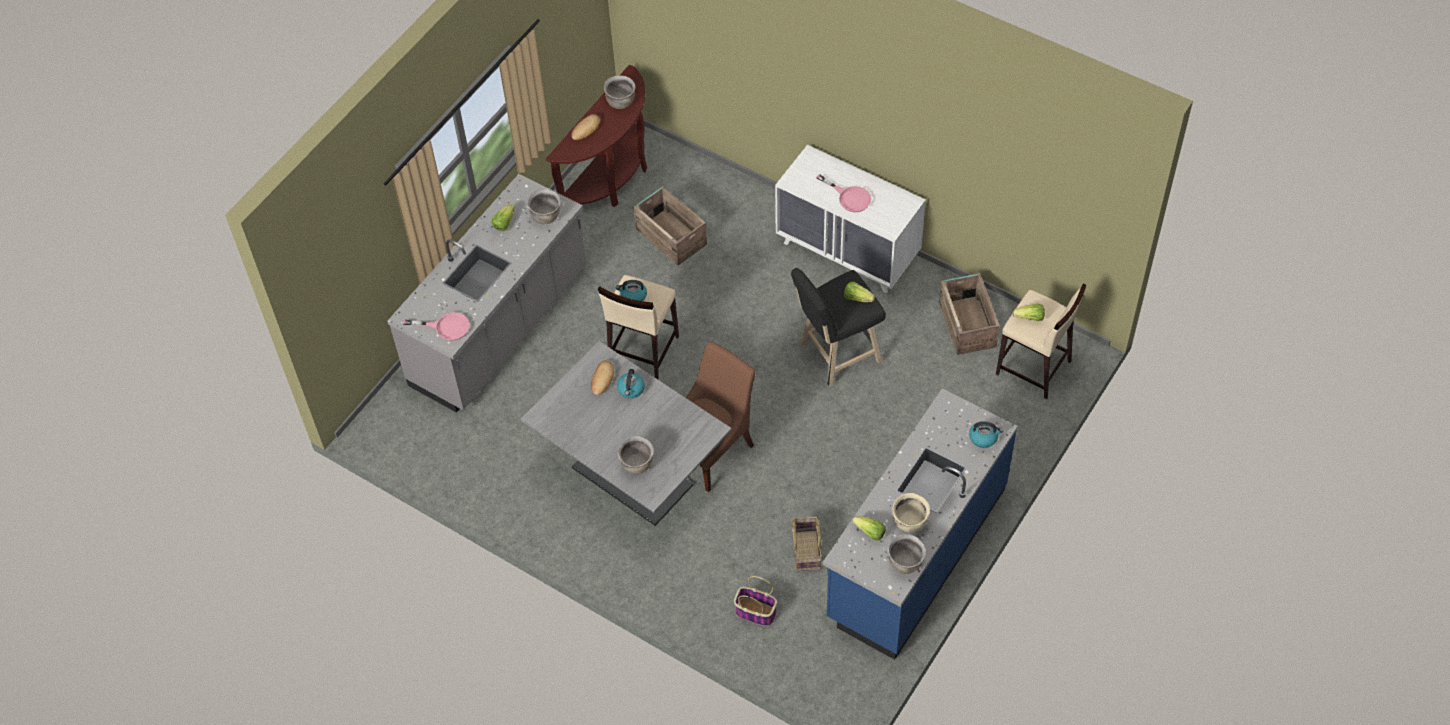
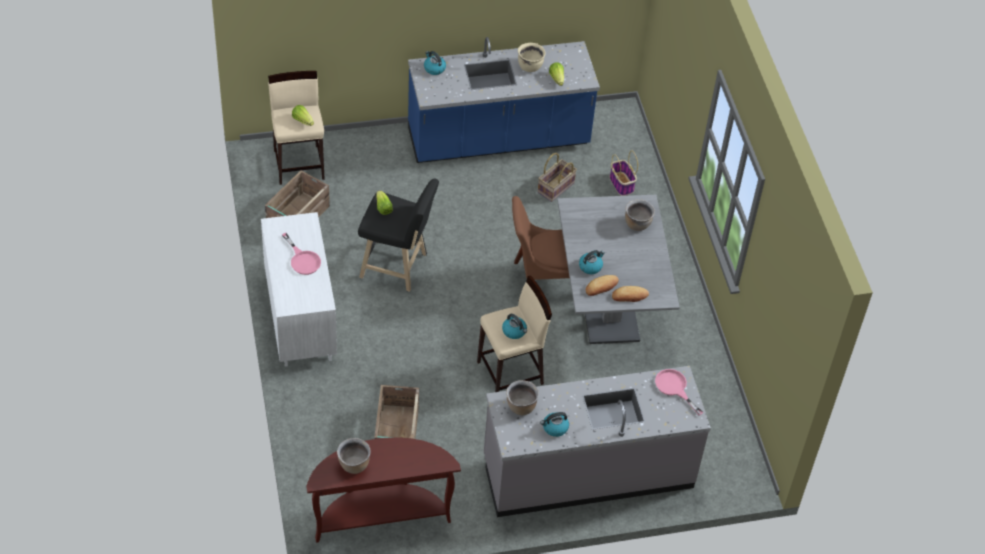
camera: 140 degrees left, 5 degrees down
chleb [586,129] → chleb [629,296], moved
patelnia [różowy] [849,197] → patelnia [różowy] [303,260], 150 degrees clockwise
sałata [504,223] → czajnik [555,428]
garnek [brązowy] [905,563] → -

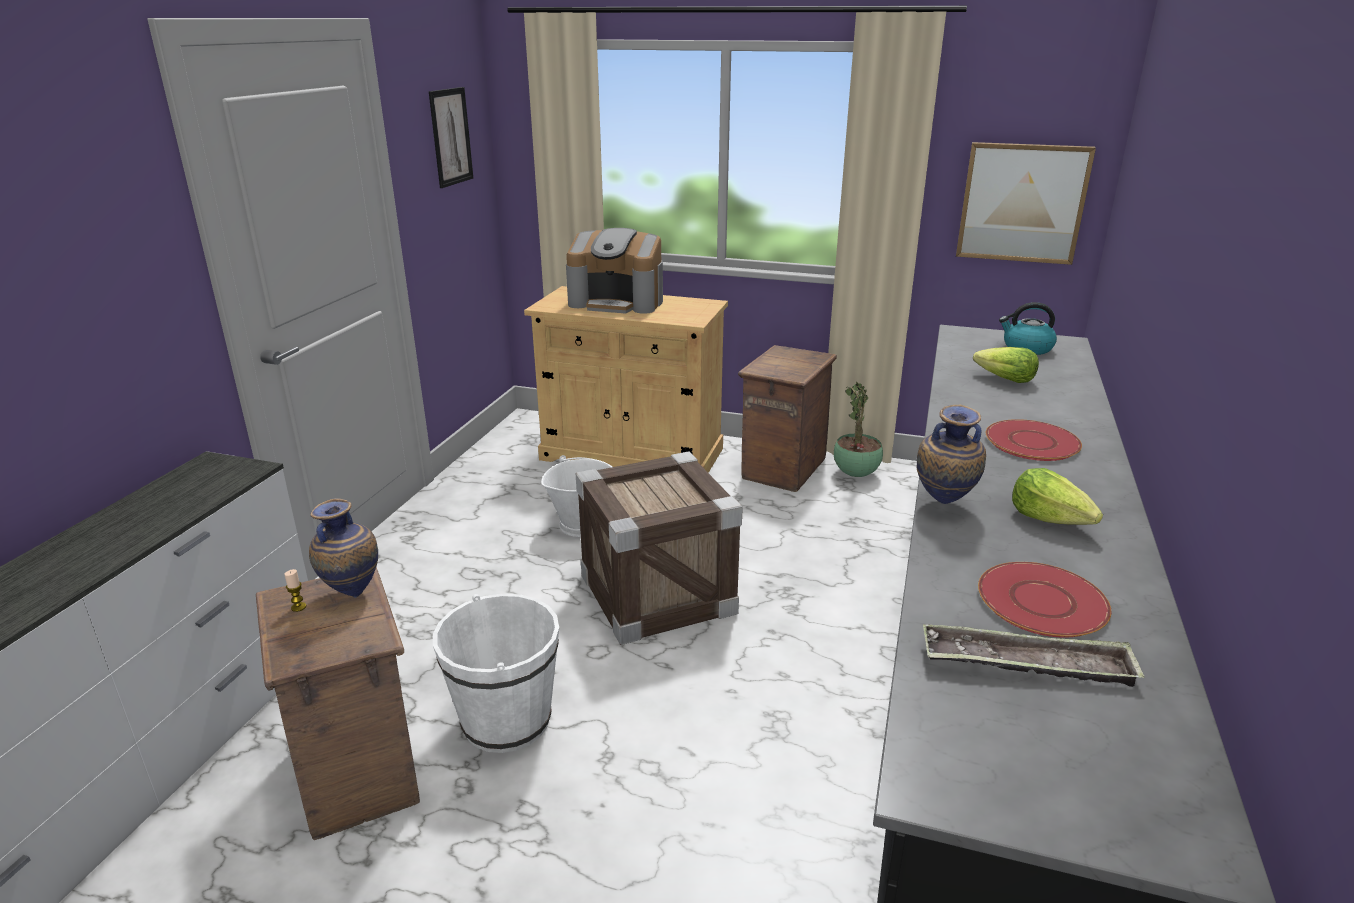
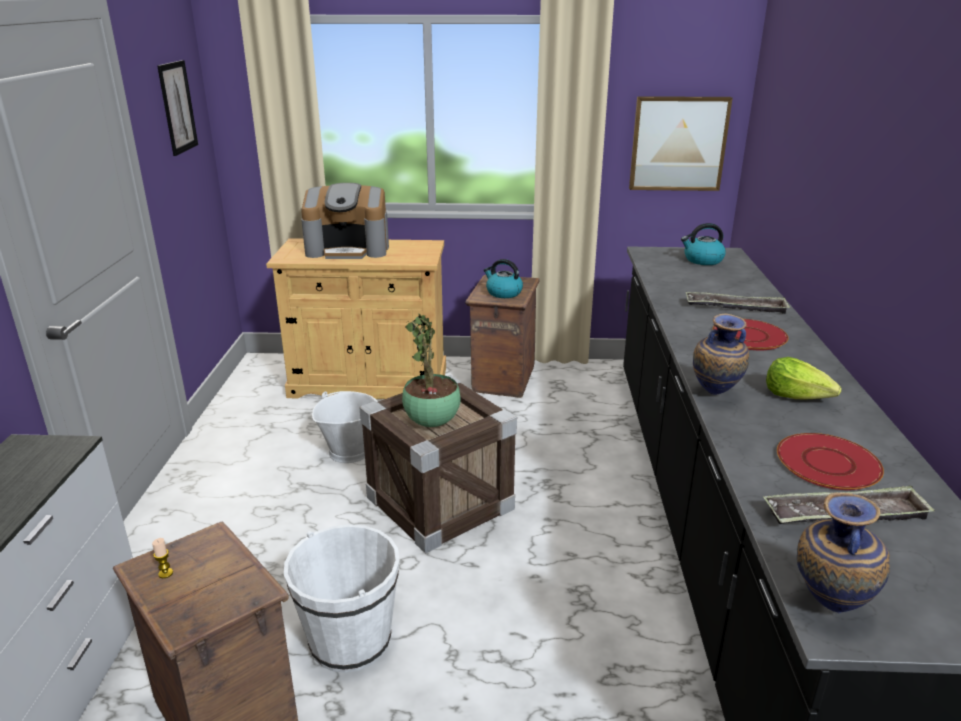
camera: 15 degrees left, 0 degrees up
sałata [1004,379] → -
roślina doniczkowa [855,474] → roślina doniczkowa [432,423], moved
wazon [352,593] → wazon [827,607], moved
- → czajnik [503,293]
- → taca [735,307]

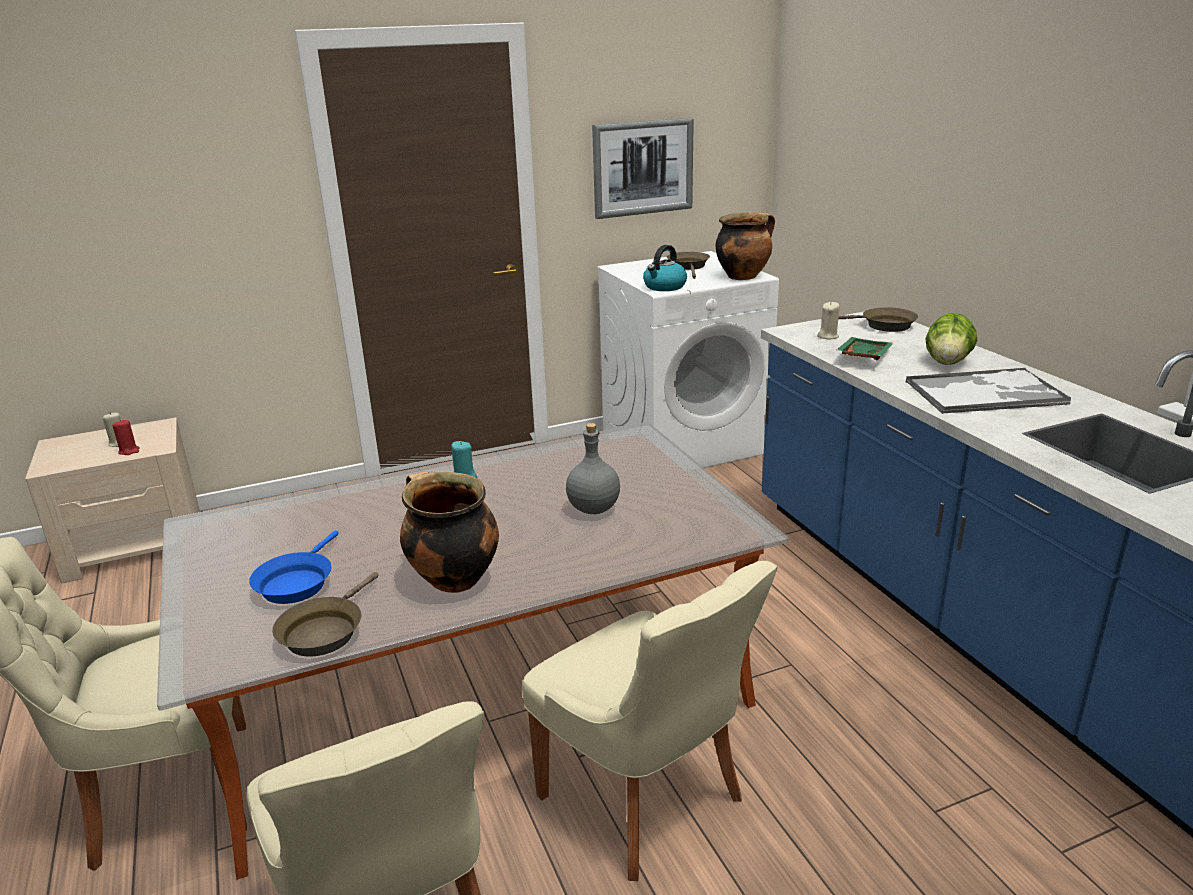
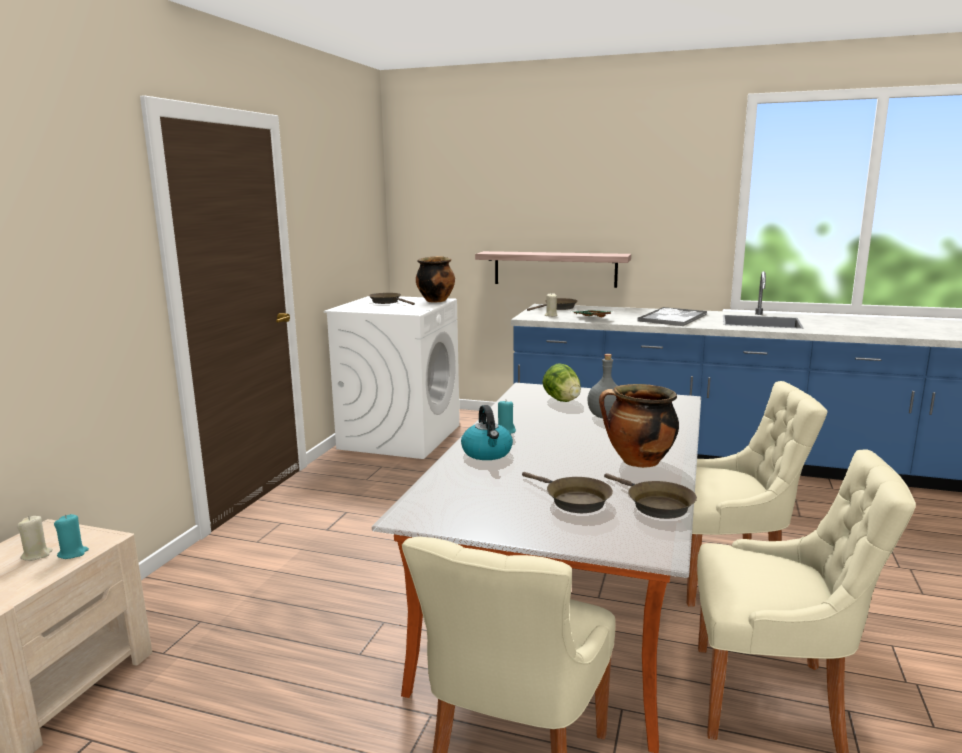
camera: 50 degrees left, 10 degrees down
obraz [643,168] → -
czajnik [664,287] → czajnik [487,453], moved
sałata [948,362] → sałata [562,400], moved
świeca [czerwony] [129,451] → świeca [turkusowy] [73,553]
patelnia [niebieski] [297,582] → patelnia [brązowy] [573,500]
- → półka [555,269]

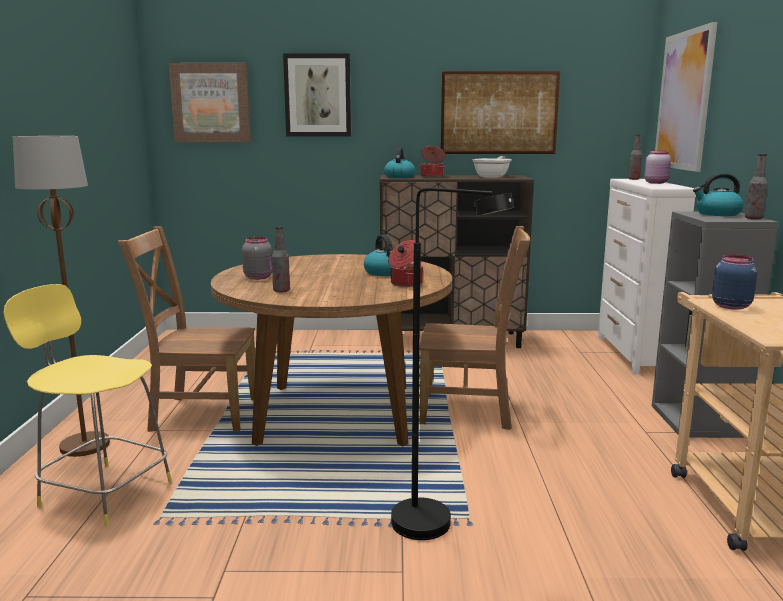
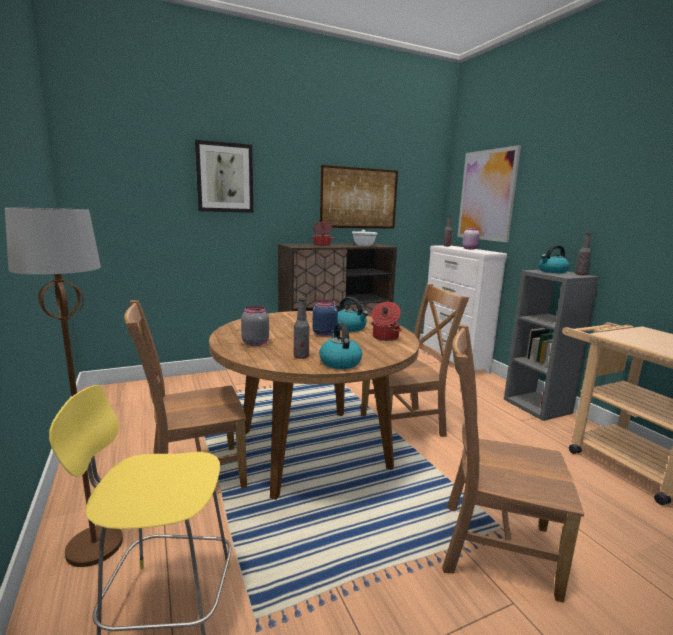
camera: 25 degrees left, 0 degrees up
obraz [211,103] → -
czajnik [399,177] → czajnik [339,362], moved
lampa stojąca [czarny] [436,528] → krzesło [brązowy] [491,546]
słoik [niebieski] [730,306] → słoik [niebieski] [324,334], moved

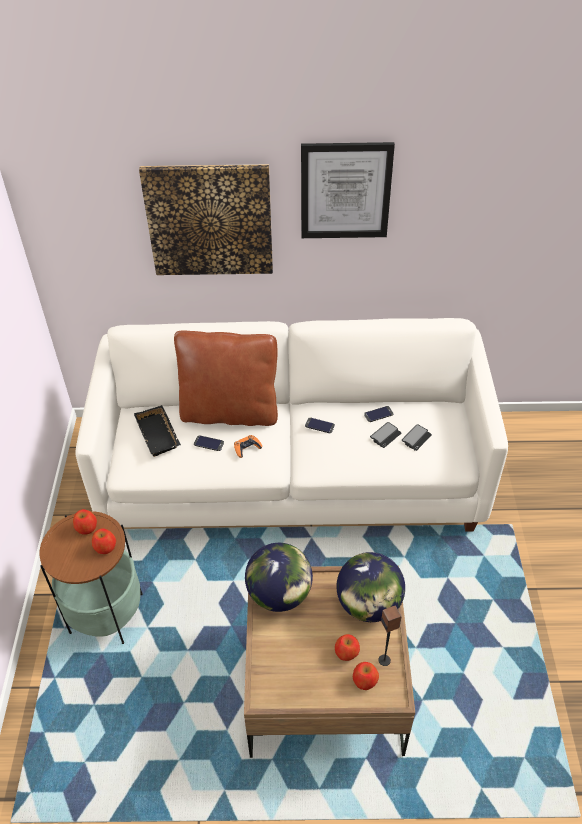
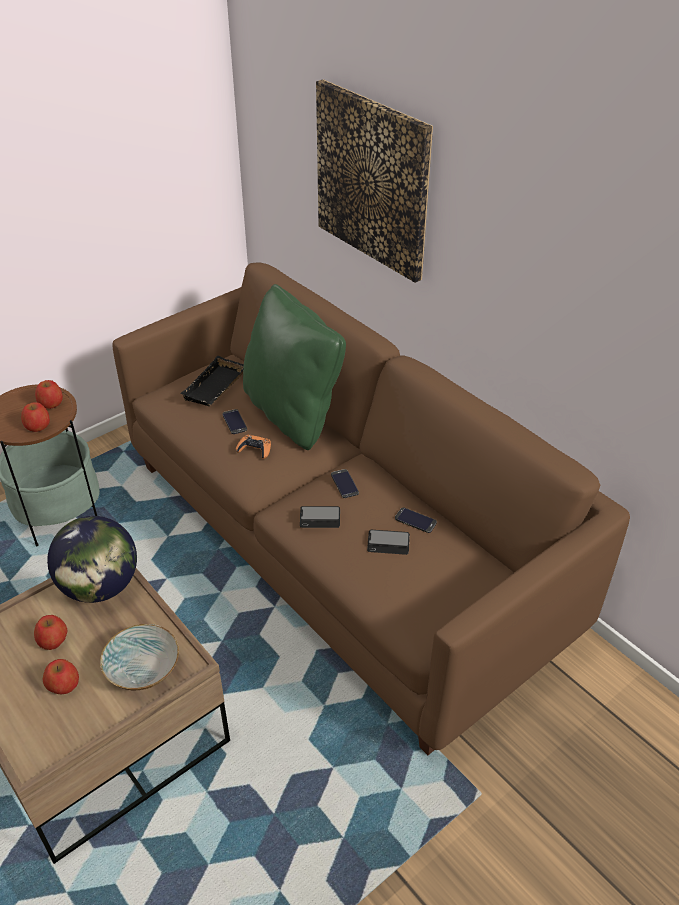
camera: 50 degrees right, 5 degrees down
obraz [345,191] → -
kanapa [biały] [292,475] → kanapa [brązowy] [341,543]
poduszka [brązowy] [230,412] → poduszka [zielony] [292,413]
telefon [416,438] → telefon [320,518], moved
globus [368,604] → miska [143,668]
głośnik [384,660] → -
jabłko [364,680] → jabłko [53,640], moved

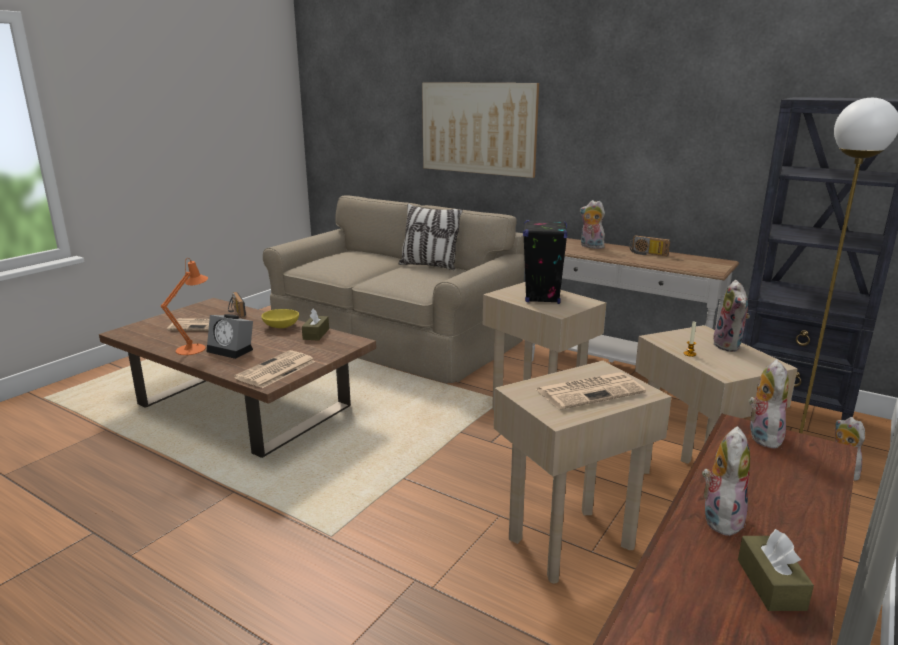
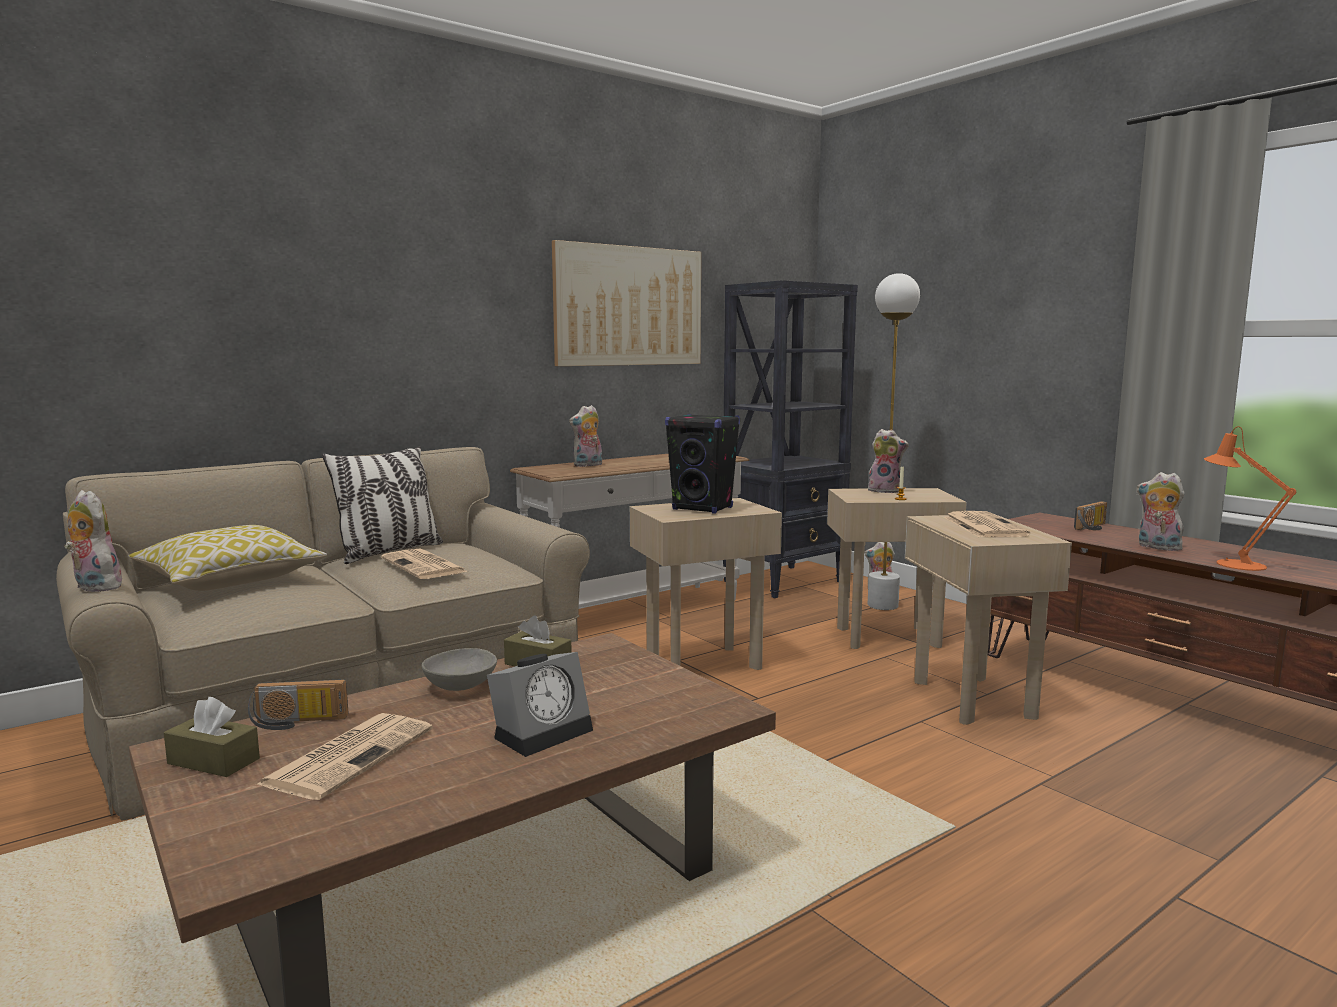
camera: 70 degrees left, 10 degrees down
obraz [478,128] → obraz [629,306], moved
radio [647,254] → radio [1094,527], moved
lampa stołowa [pomarańczowy] [194,348] → lampa stołowa [pomarańczowy] [1233,563], moved
miska [żółty] [281,326] → miska [szary] [460,686]
gazeta [275,370] → gazeta [425,566], moved
pluszak [762,436] → pluszak [94,587], moved
pudełko chusteczek [brązowy] [770,584] → pudełko chusteczek [brązowy] [213,761], moved
- → poduszka [231,581]

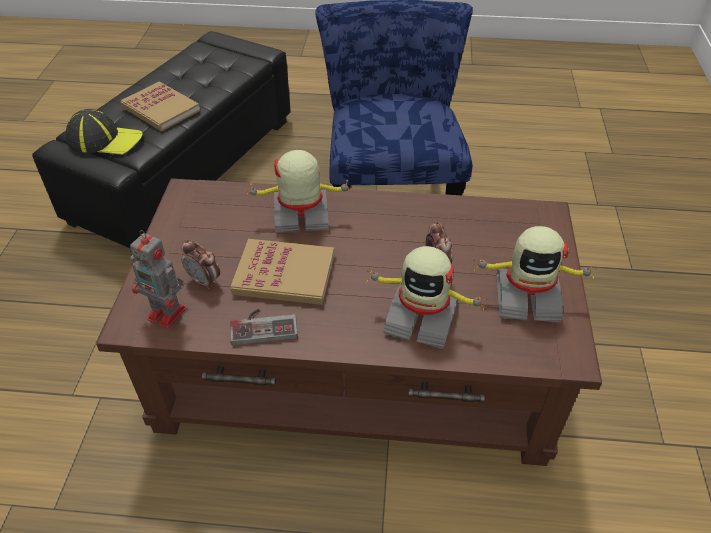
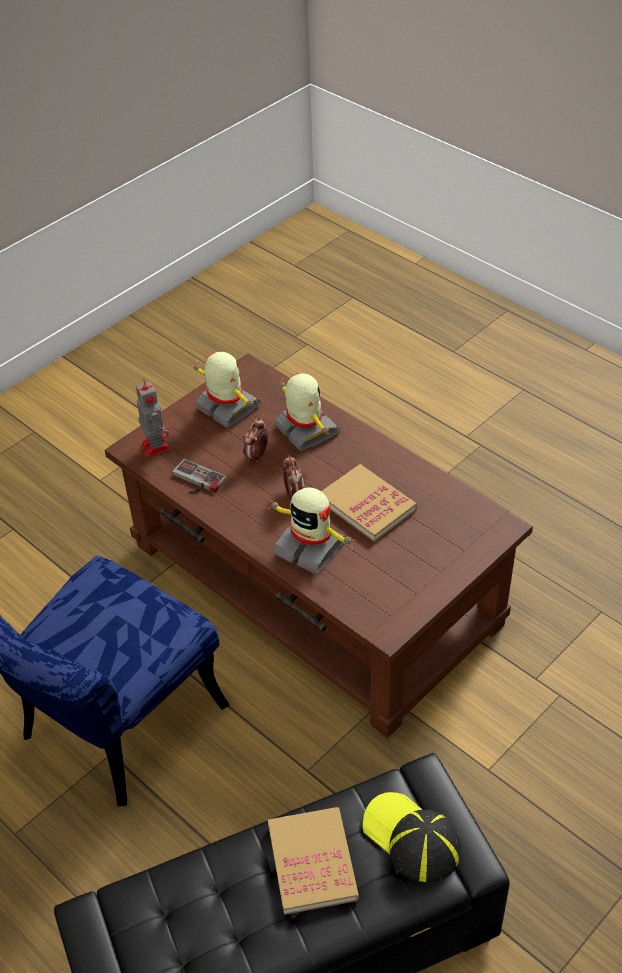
camera: 140 degrees left, 0 degrees up
robot zabawkowy [168,314] → robot zabawkowy [155,446], moved
budzik [204,281] → budzik [294,494], moved
pad do gier [263,325] → pad do gier [196,481], moved

